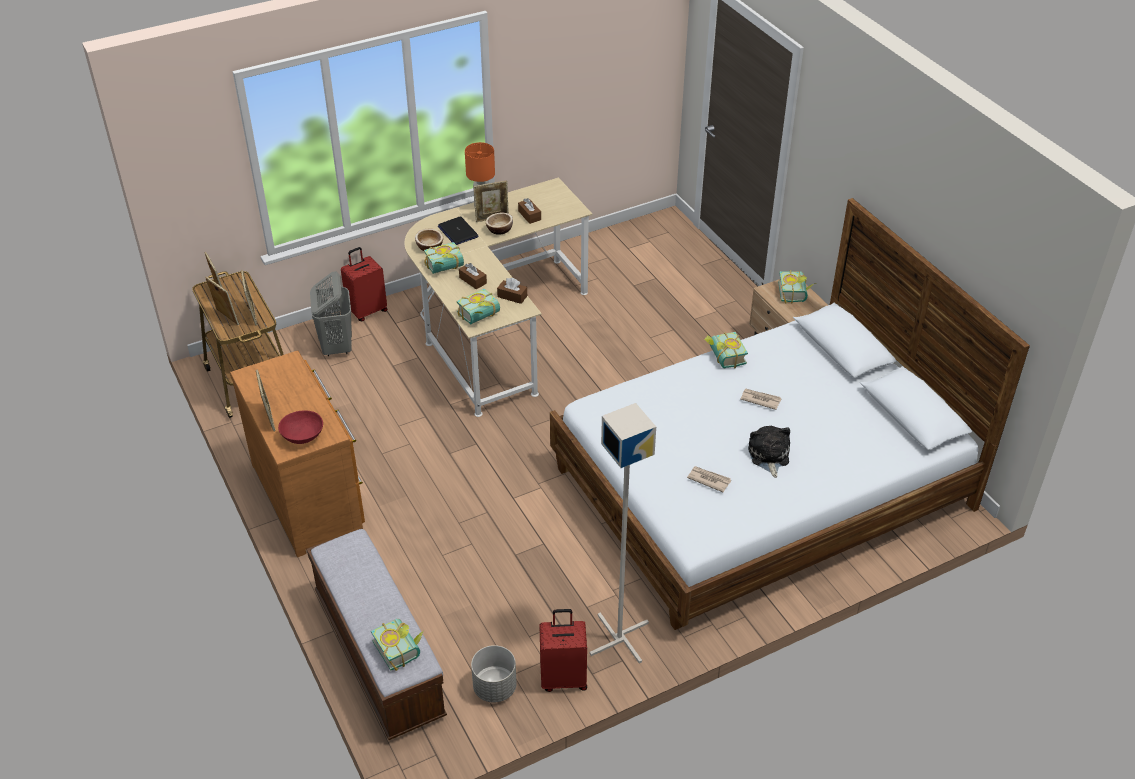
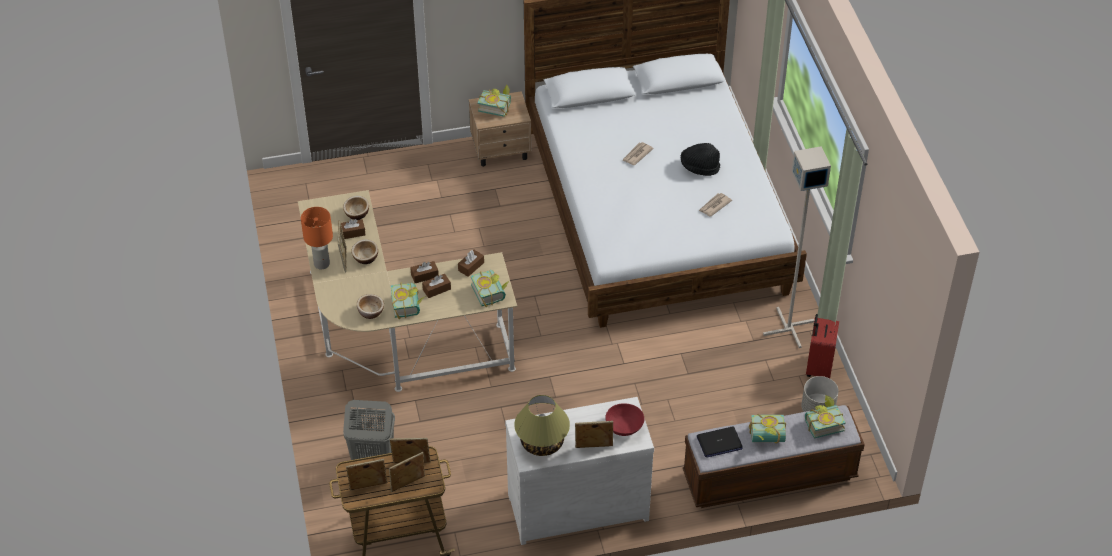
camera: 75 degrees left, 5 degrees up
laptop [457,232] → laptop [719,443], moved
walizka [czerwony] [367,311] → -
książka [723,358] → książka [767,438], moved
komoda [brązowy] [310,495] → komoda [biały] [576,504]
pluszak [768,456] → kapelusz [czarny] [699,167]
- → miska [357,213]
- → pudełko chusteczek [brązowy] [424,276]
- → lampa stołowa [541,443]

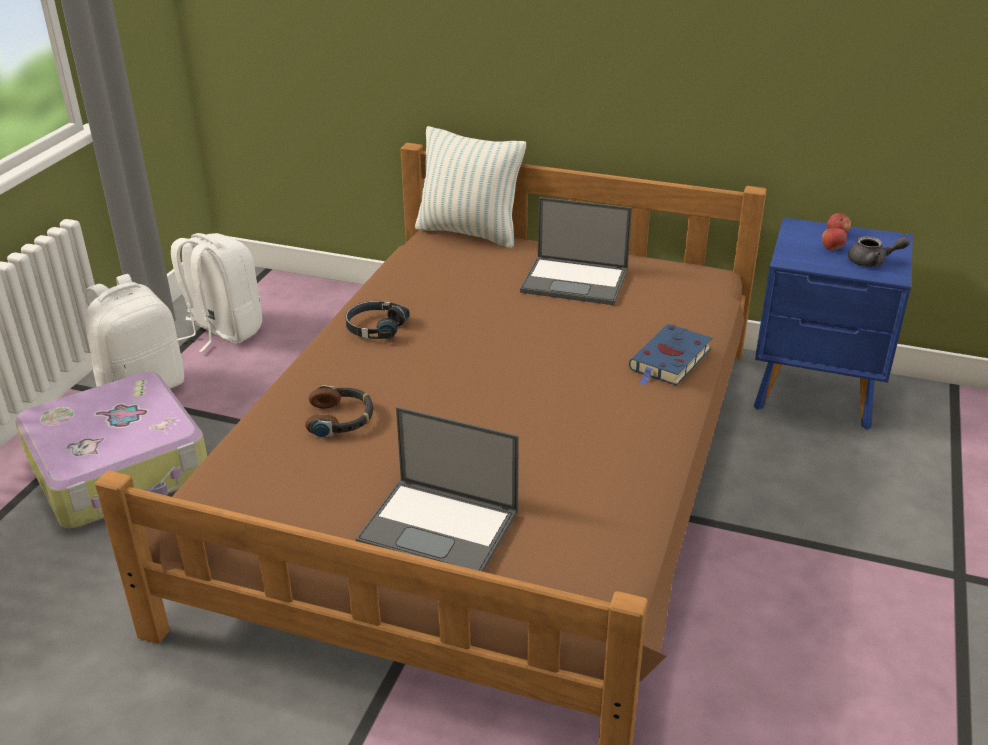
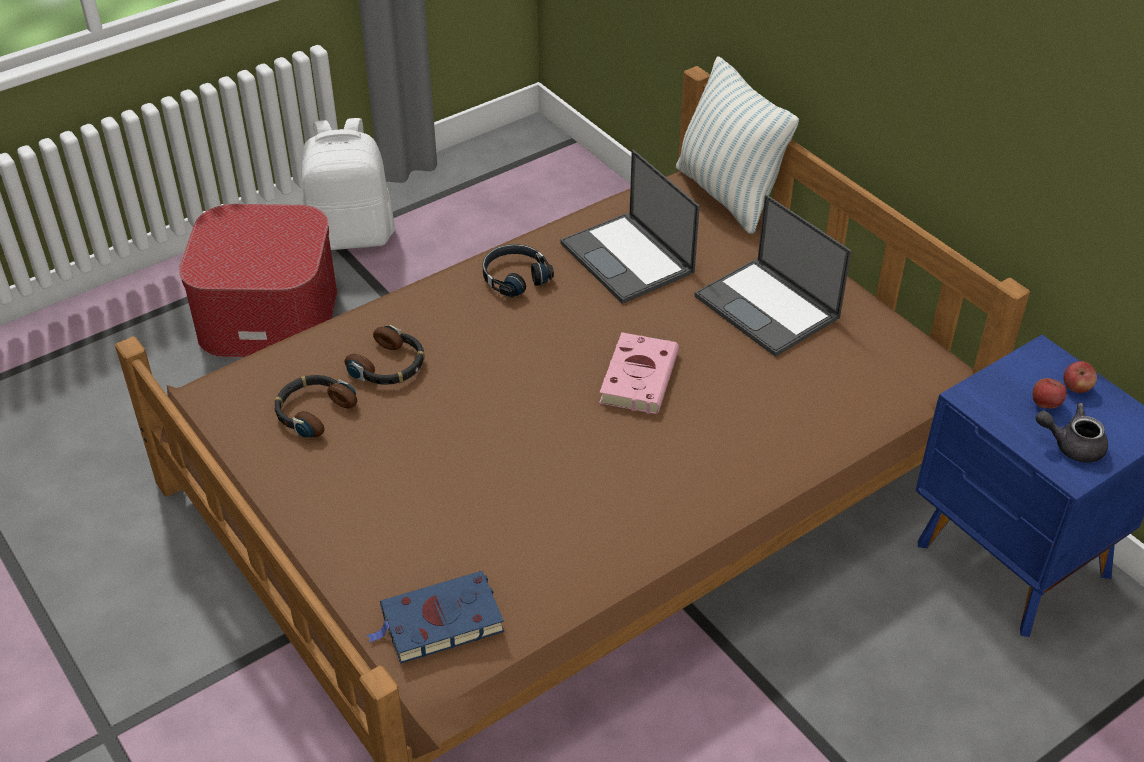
camera: 35 degrees right, 10 degrees up
plecak [biały] [223,331] → -
imbryk [szary] [872,262] → imbryk [szary] [1071,445], 150 degrees clockwise
książka [niebieski] [669,361] → książka [niebieski] [438,623], moved
walizka [120,468] → pufa [269,313]
laptop [441,527] → laptop [628,259], moved
- → książka [różowy] [639,376]
- → słuchawki [313,411]

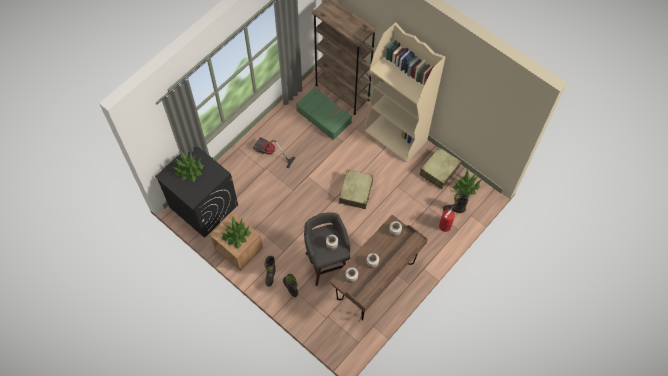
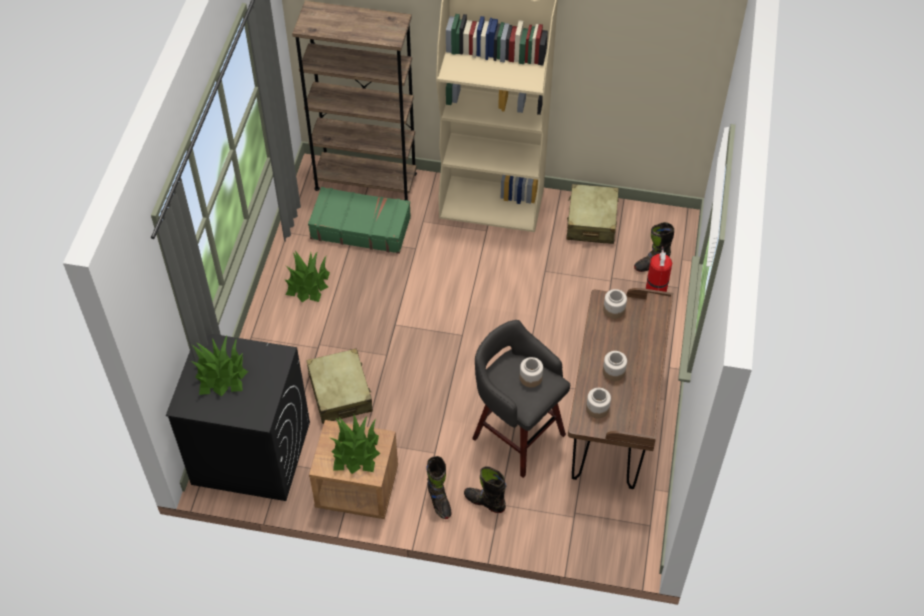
camera: 30 degrees left, 10 degrees down
odkurzacz [269,153] → -
walizka [beżowy] [356,192] → walizka [beżowy] [340,392], moved
roślina doniczkowa [466,187] → roślina doniczkowa [308,284], moved

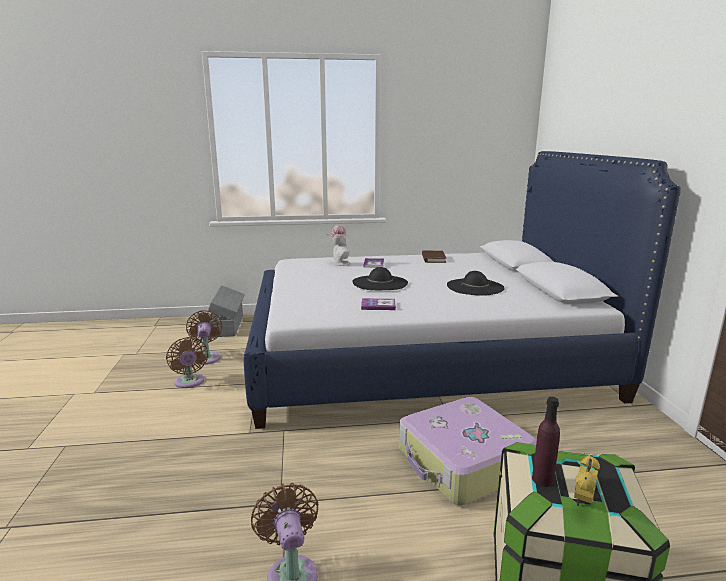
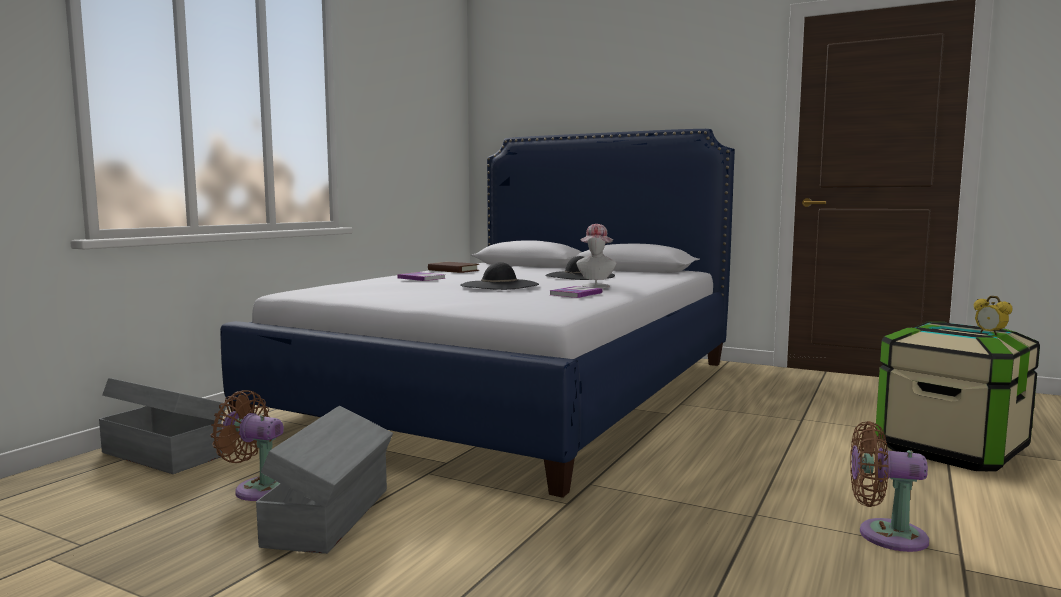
camera: 55 degrees left, 10 degrees down
kapelusz [339,263] → kapelusz [596,287], moved
wentylator [brązowy] [190,383] → pojemnik do przechowywania [szary] [331,516]
walizka [463,463] → -
butelka [fioletowy] [542,479] → -

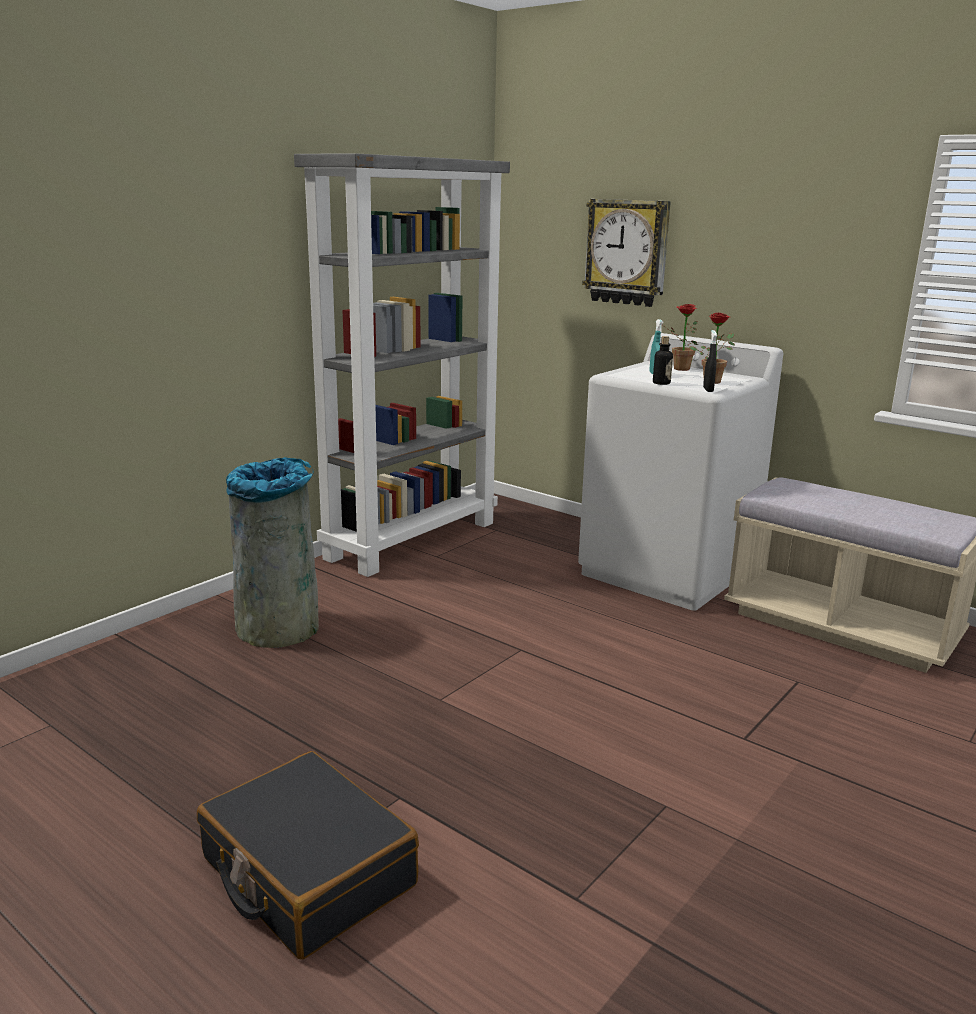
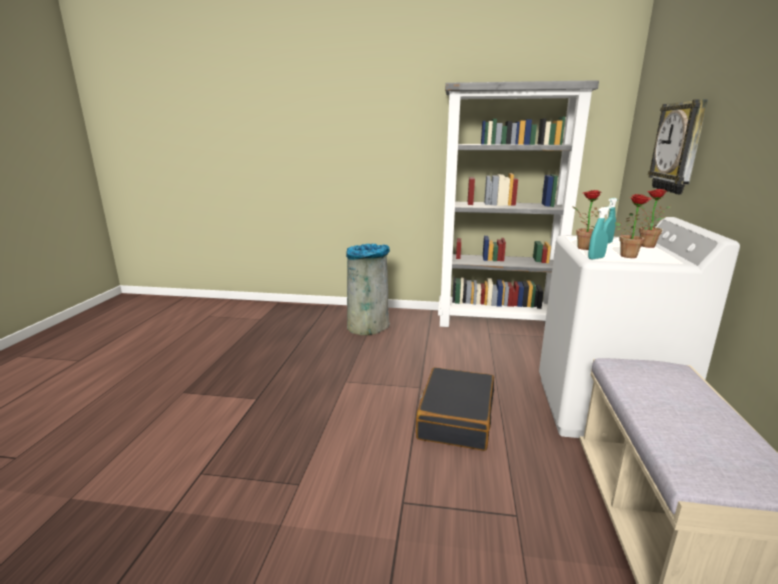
camera: 60 degrees right, 0 degrees up
spryskiwacz [czarny] [708,390] → spryskiwacz [turkusowy] [596,258]
butelka [661,383] → roślina doniczkowa [581,247]
walizka [czarny] [307,872] → walizka [czarny] [455,418], moved

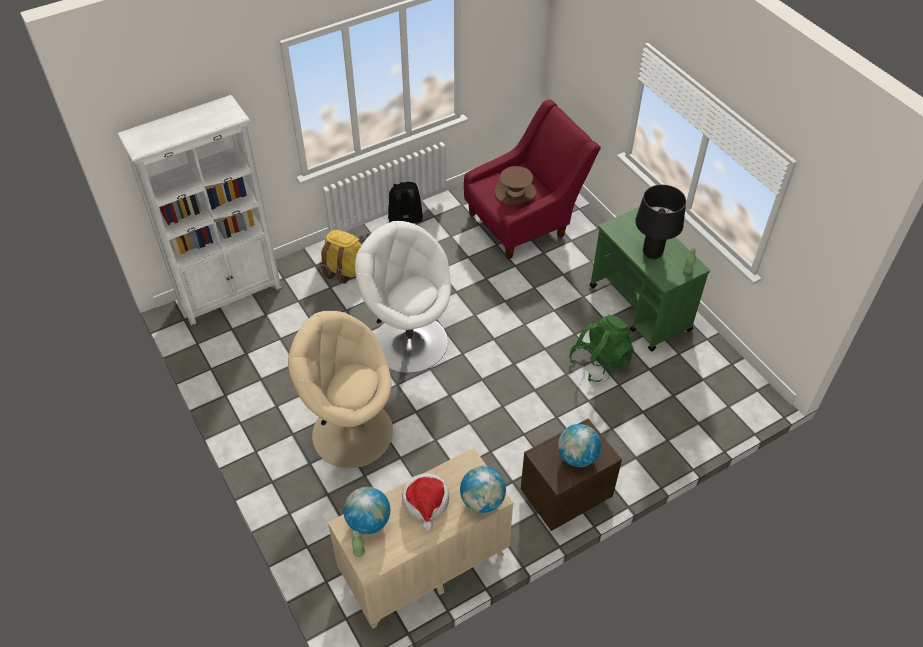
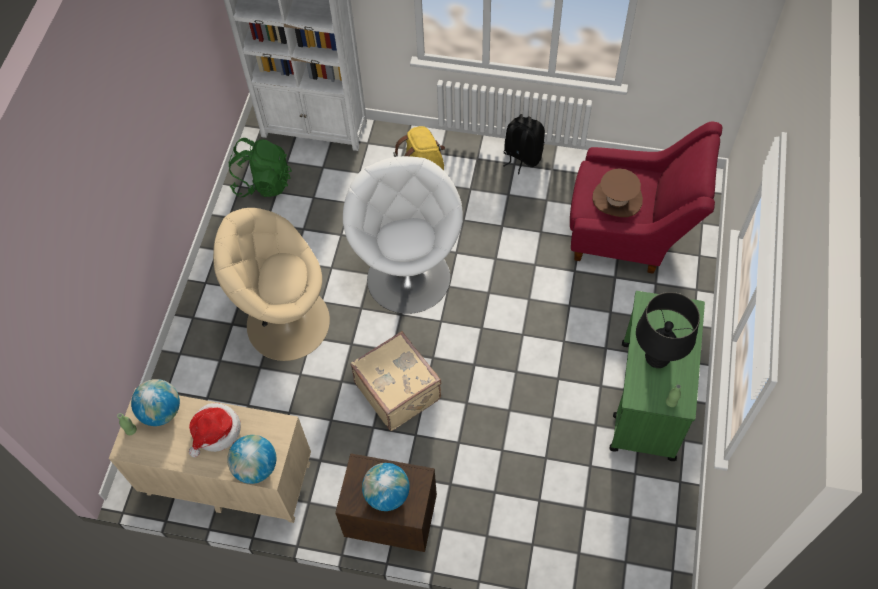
camera: 45 degrees right, 10 degrees up
fotel [beżowy] [351,432] → fotel [beżowy] [286,322], 60 degrees counterclockwise
plecak [zielony] [600,362] → plecak [zielony] [263,182], moved
- → walizka [beżowy] [399,390]

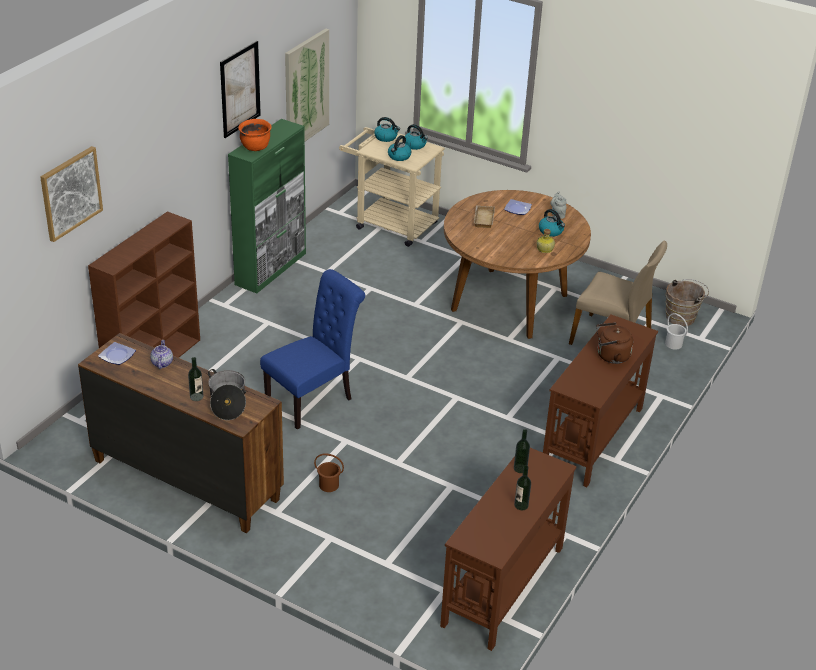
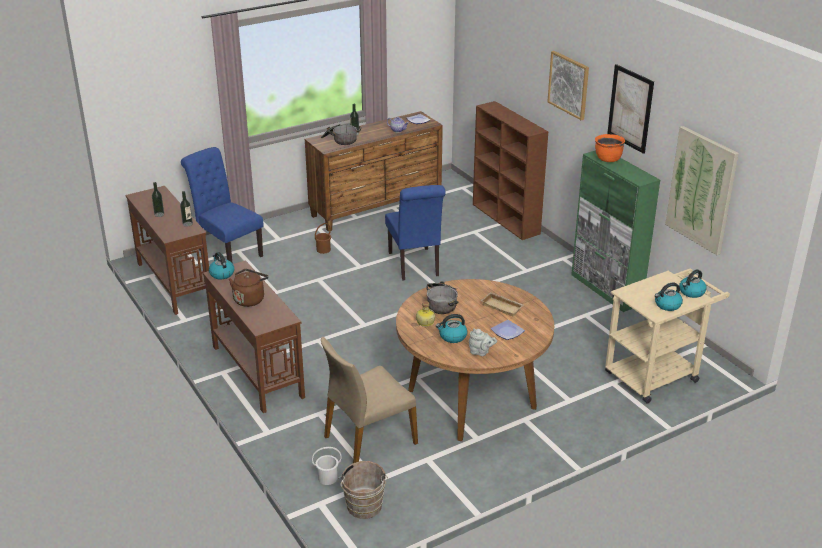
camera: 120 degrees right, 5 degrees down
czajnik [399,156] → czajnik [221,274], moved
obraz [70,193] → obraz [569,85], moved
- → krzesło [niebieski] [227,252]
- → garnek [441,303]

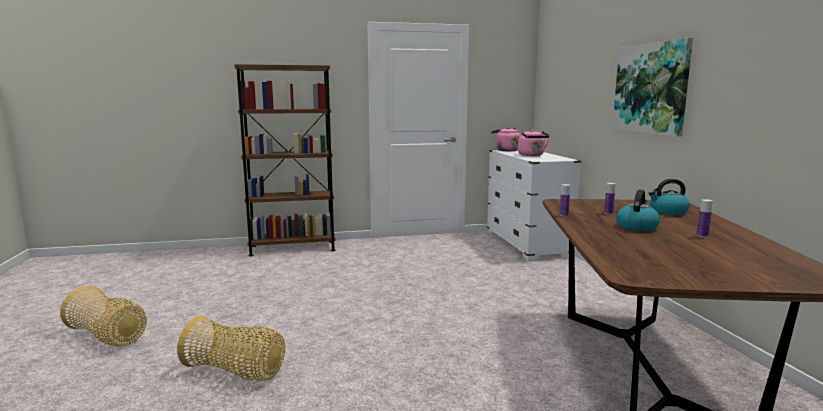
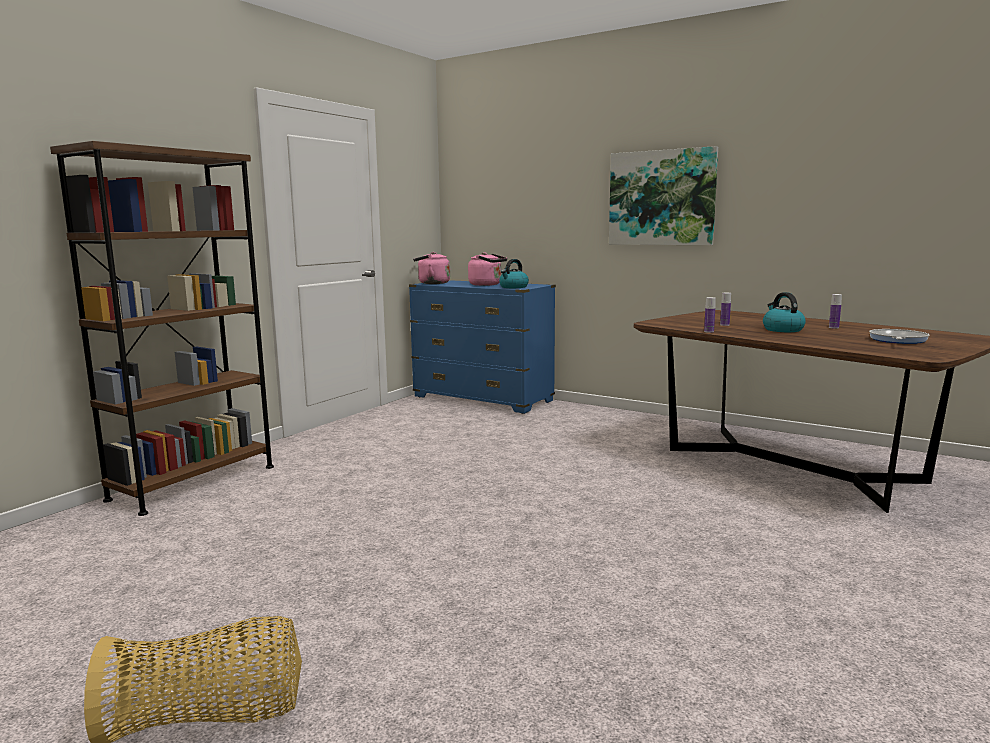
camera: 45 degrees left, 0 degrees up
komoda [biały] [526,244] → komoda [niebieski] [483,399]
czajnik [667,212] → czajnik [513,287], moved
koszyk [236,372] → -
- → patelnia [897,340]

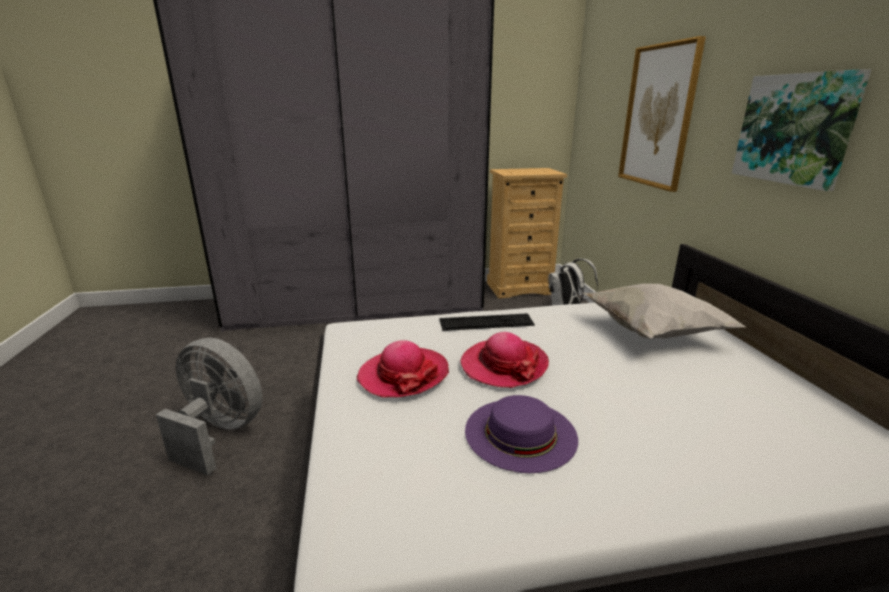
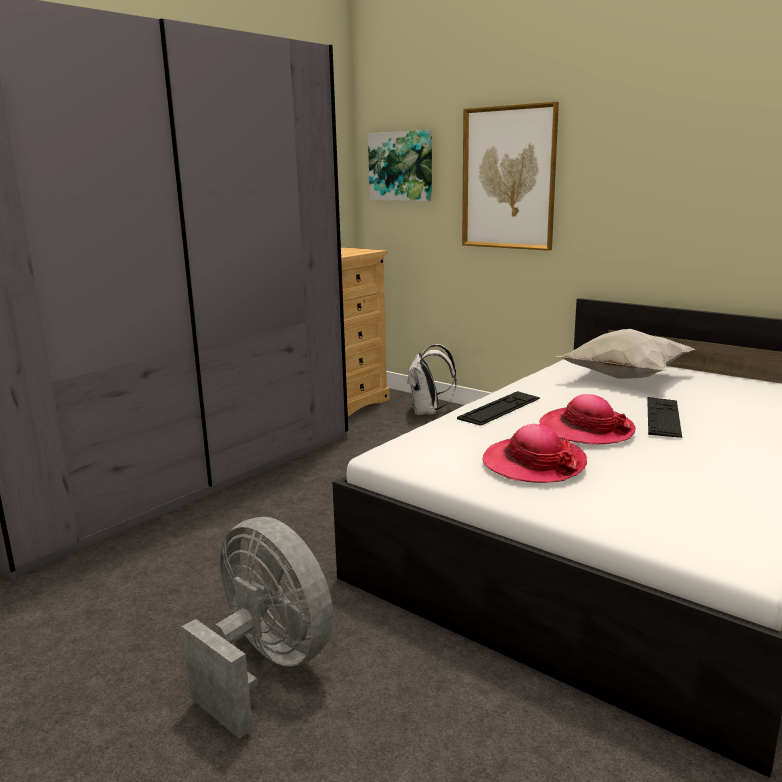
camera: 40 degrees left, 5 degrees down
obraz [795,129] → obraz [401,166], moved
wentylator [szary] [219,433] → wentylator [szary] [266,667], 60 degrees clockwise
kapelusz [fioletowy] [520,433] → -
- → klawiatura [663,417]

